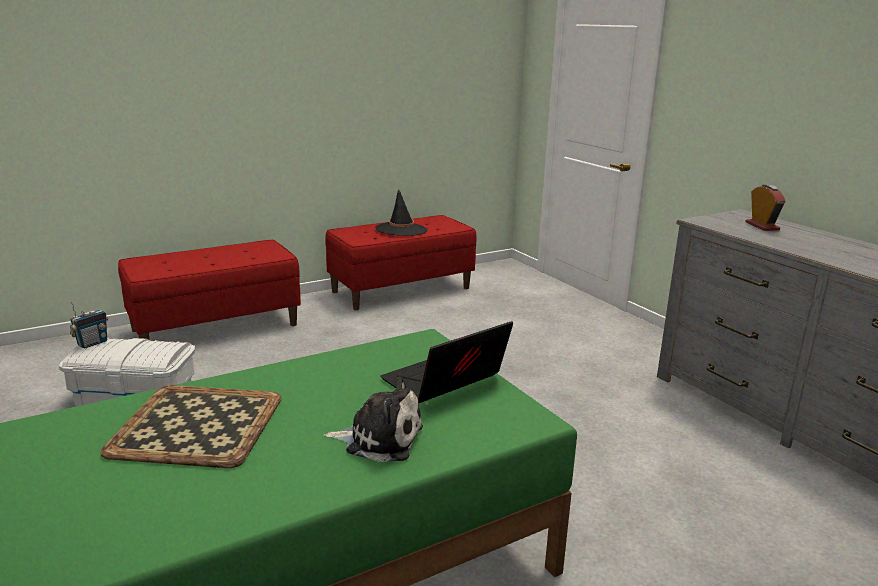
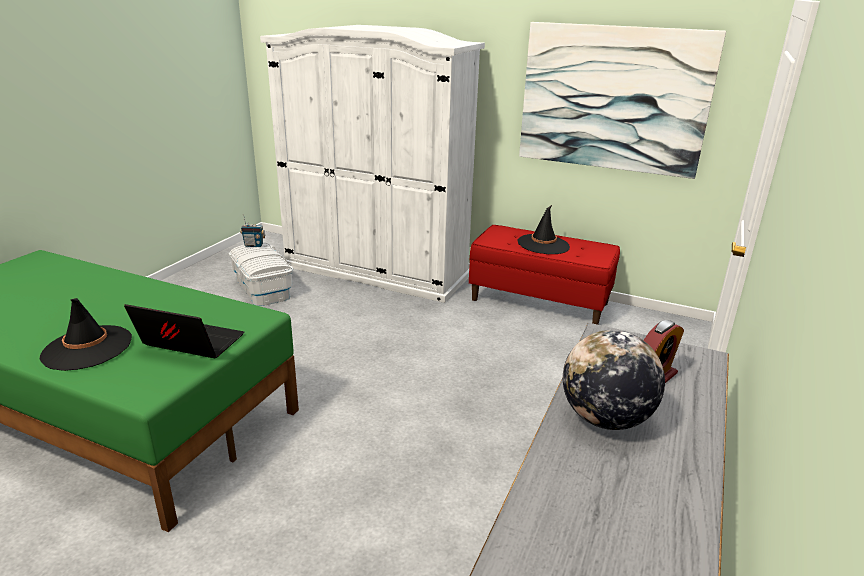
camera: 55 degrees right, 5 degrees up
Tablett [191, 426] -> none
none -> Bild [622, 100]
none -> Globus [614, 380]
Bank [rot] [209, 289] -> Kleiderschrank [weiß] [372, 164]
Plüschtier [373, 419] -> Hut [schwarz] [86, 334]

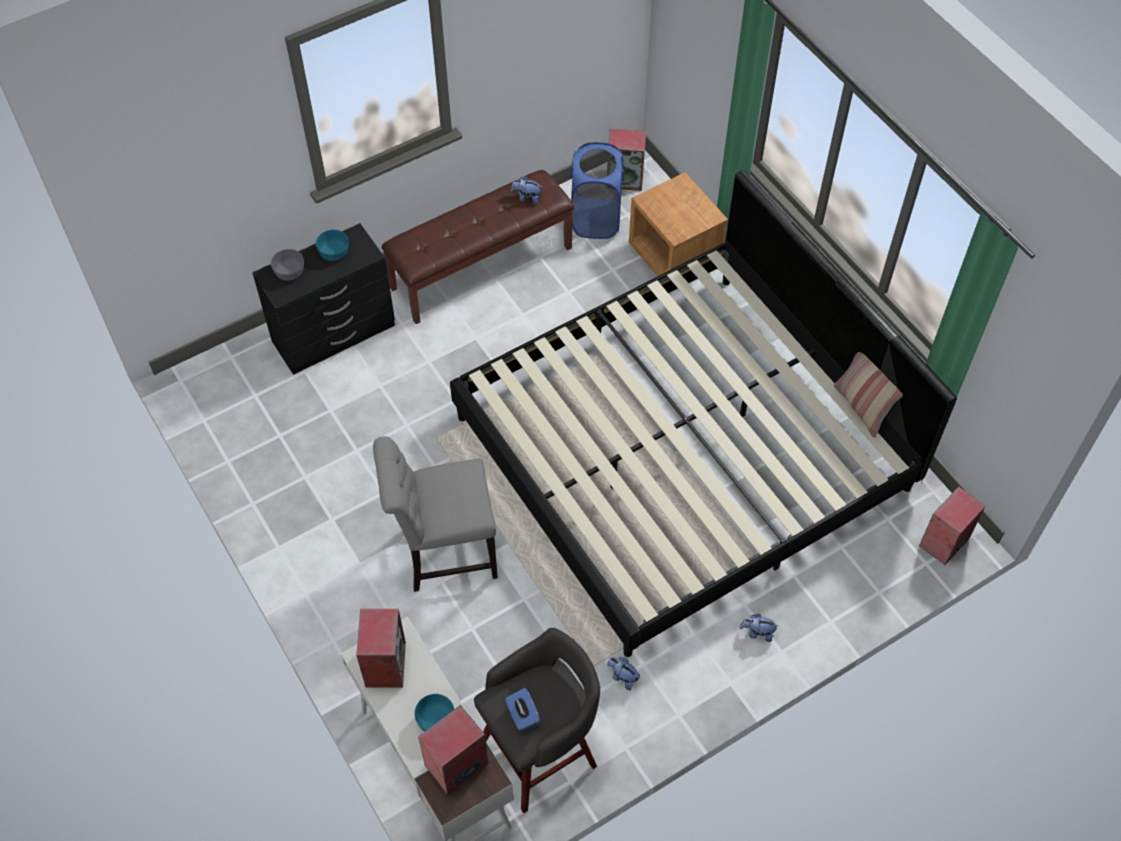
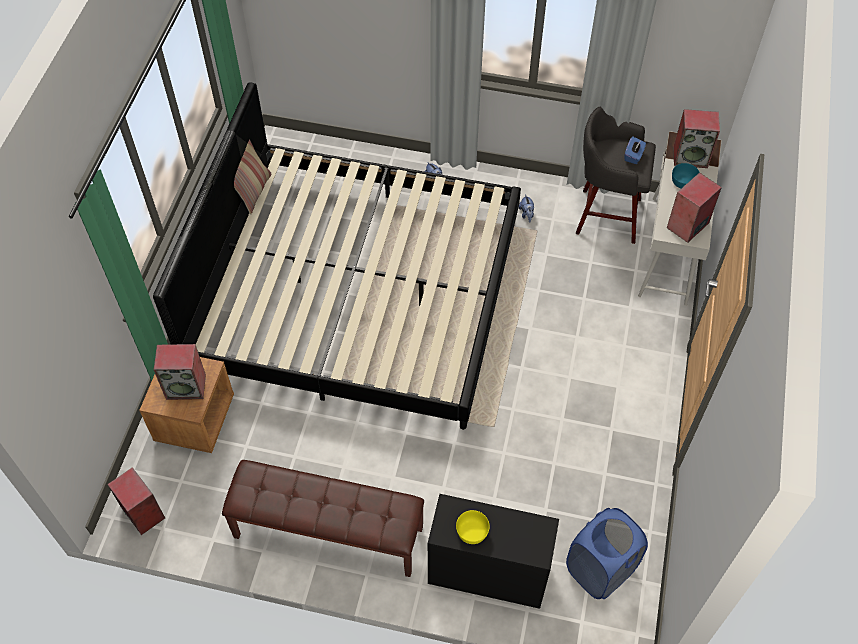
camera: 135 degrees left, 0 degrees up
Schüssel [grau] [287, 265] -> none
Stuhl [grau] [435, 514] -> none
Plüschtier [526, 190] -> none
Wäschekorb [blau] [597, 190] -> Wäschekorb [blau] [607, 553], moved
Lautsprecher [952, 525] -> Lautsprecher [179, 372], moved
Schüssel [türkis] [332, 245] -> Schüssel [gelb] [473, 527]

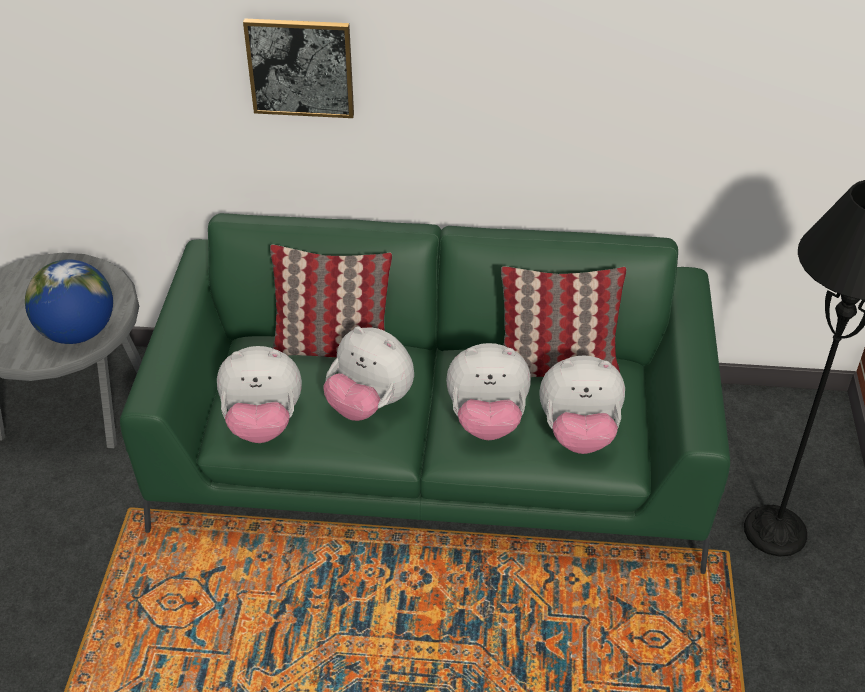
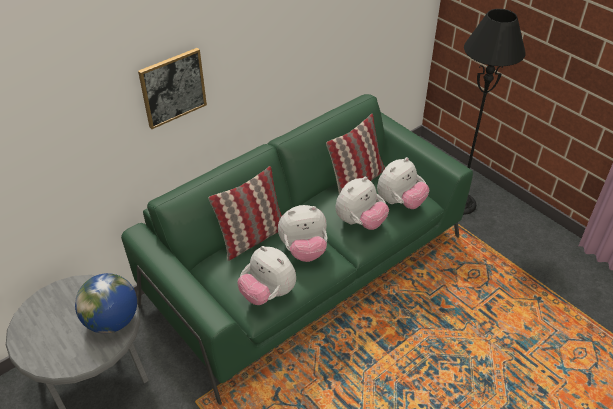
camera: 45 degrees left, 0 degrees up
Plüschtier [259, 394] -> Plüschtier [266, 275], 90 degrees clockwise

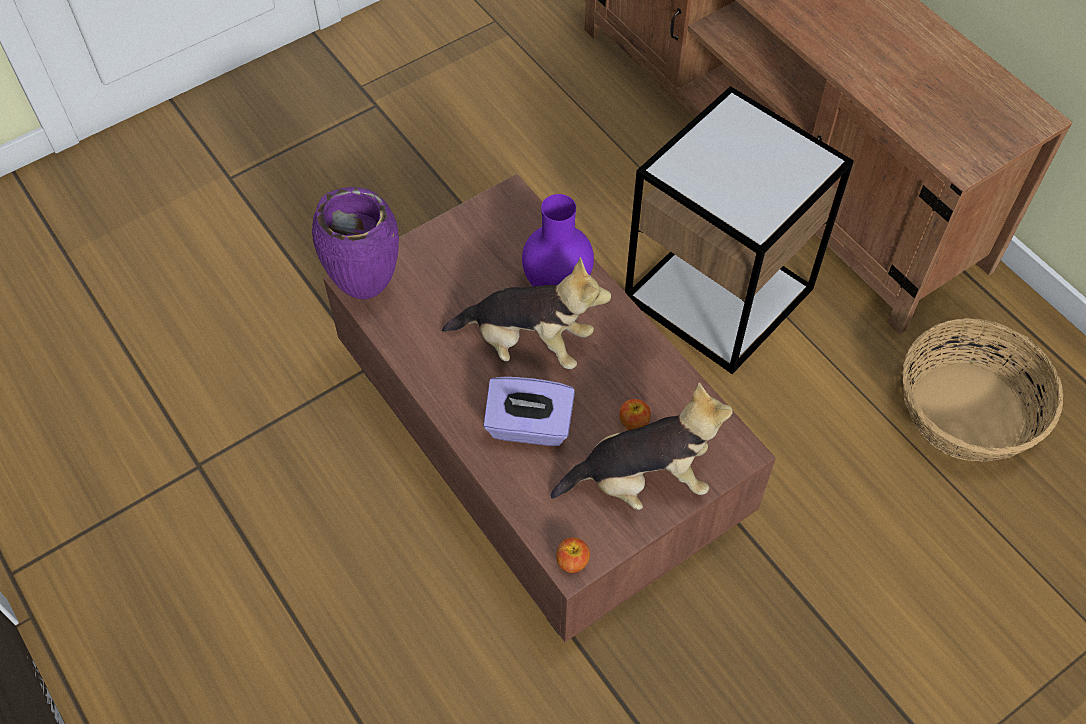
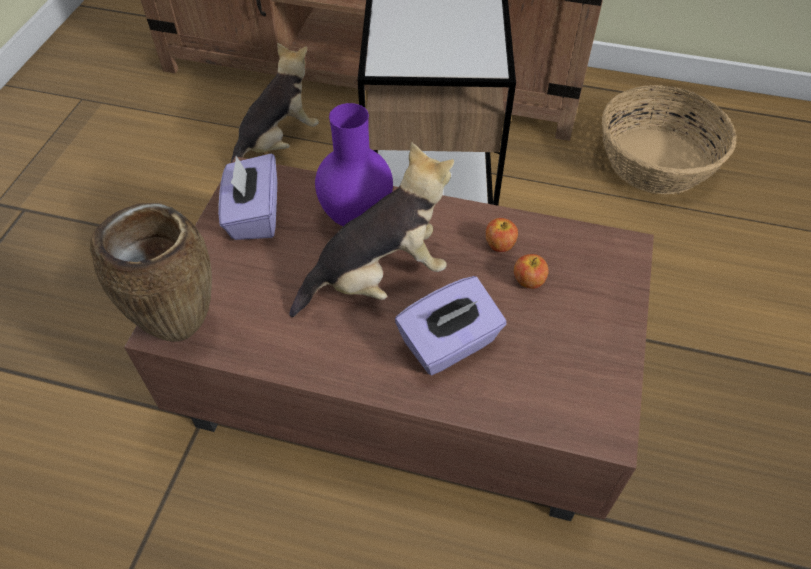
camera: 40 degrees left, 5 degrees down
none -> Taschentuchbox [lila] [247, 196]
Plüschtier [642, 446] -> Plüschtier [275, 103], moved
Apfel [573, 555] -> Apfel [502, 235], moved
Vase [lila] [355, 243] -> Vase [braun] [151, 272]

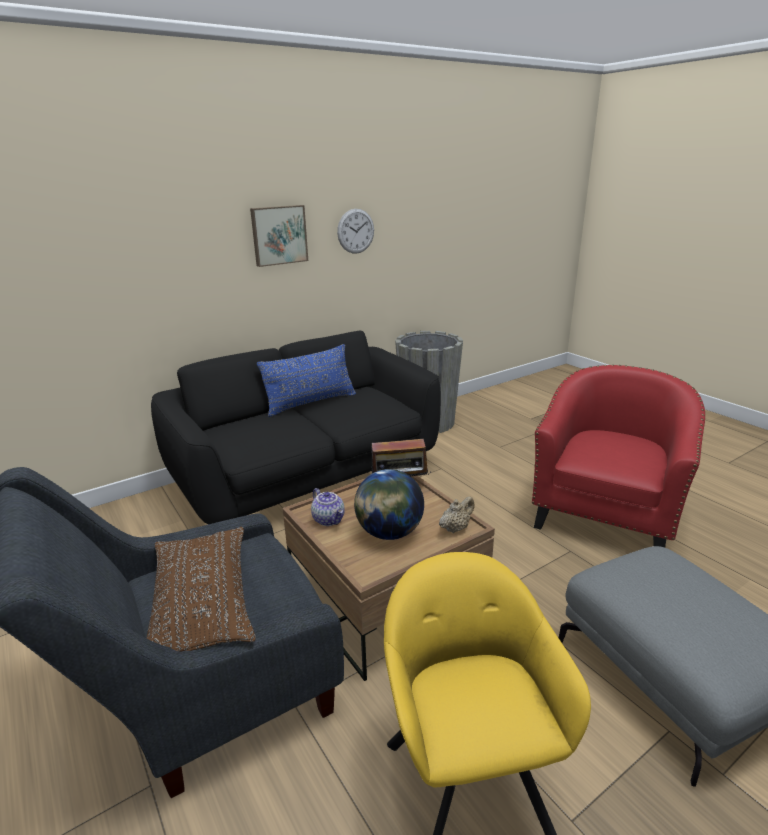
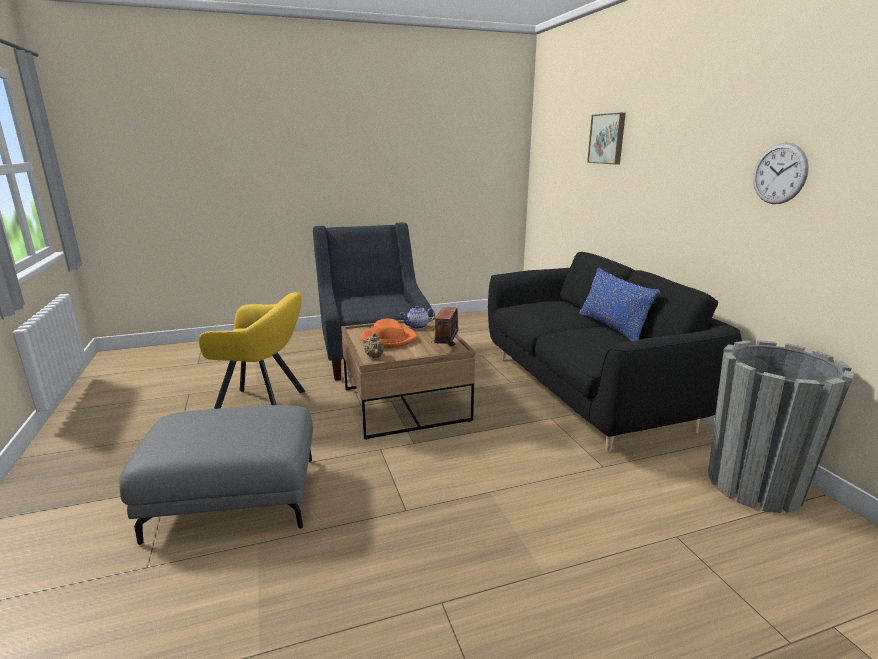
camera: 105 degrees right, 5 degrees down
Kissen [braun] [201, 589] -> none
Sessel [rot] [618, 456] -> none
Bild [279, 236] -> Bild [606, 138], moved
Globus [389, 504] -> Hut [orange] [389, 333]

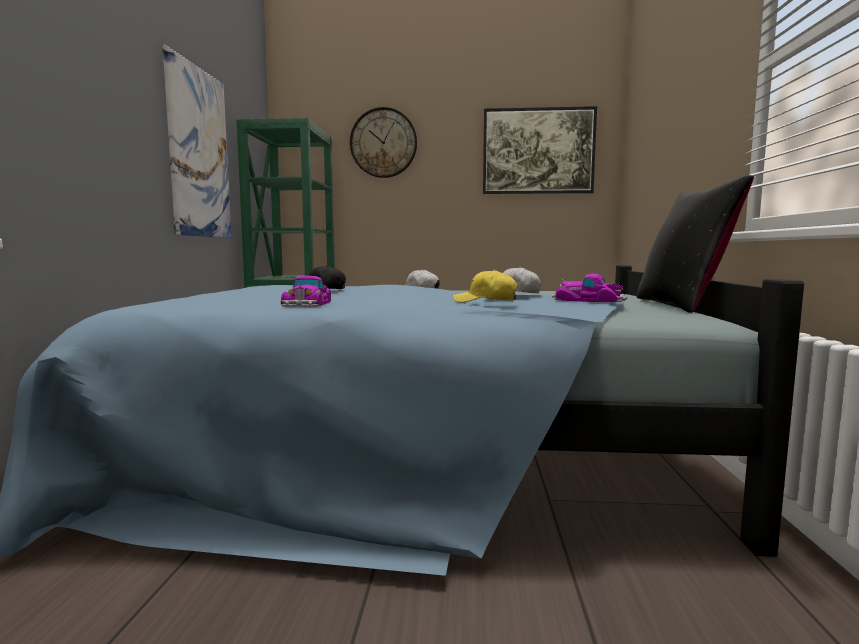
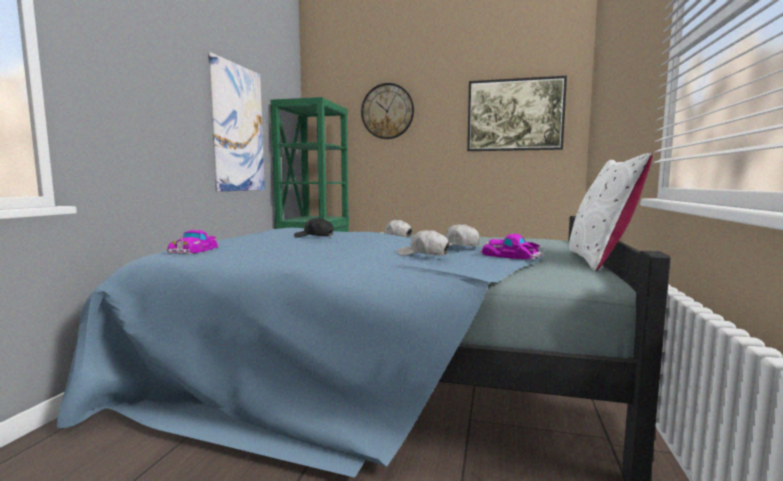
camera: 10 degrees right, 0 degrees up
Spielzeugauto [306, 291] -> Spielzeugauto [193, 242], moved
Kappe [gelb] [484, 285] -> Kappe [weiß] [423, 242]
Kissen [schwarz] [695, 244] -> Kissen [weiß] [611, 212]

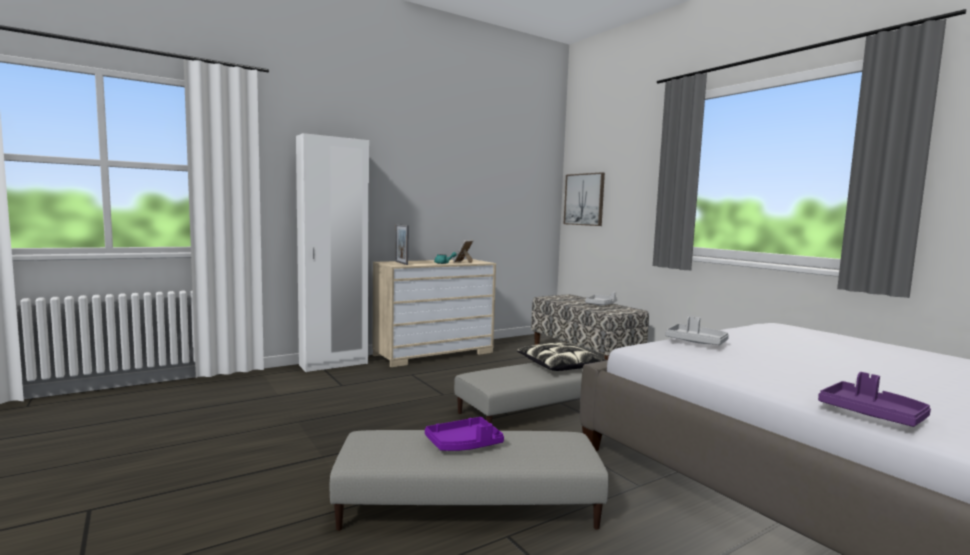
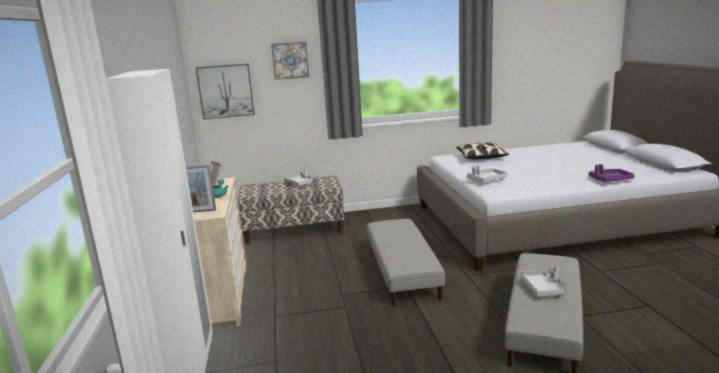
camera: 65 degrees left, 10 degrees up
none -> Bild [290, 60]
Kissen [561, 356] -> Kissen [482, 150], moved
Tablett [lila] [464, 434] -> Tablett [grau] [542, 281]

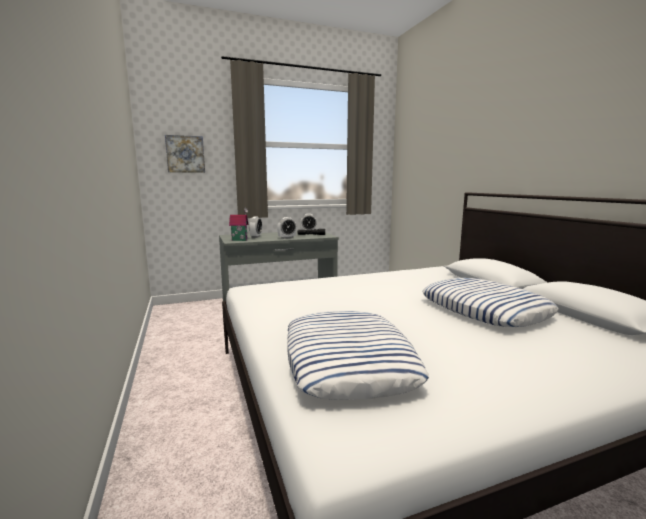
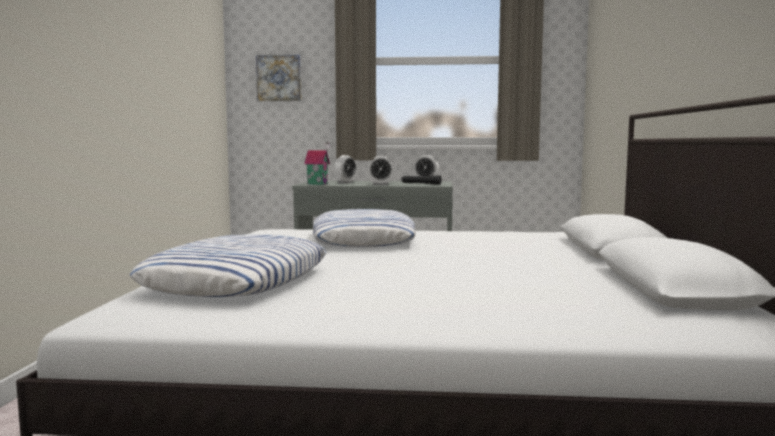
camera: 25 degrees right, 5 degrees down
Kissen [490, 302] -> Kissen [364, 228], moved

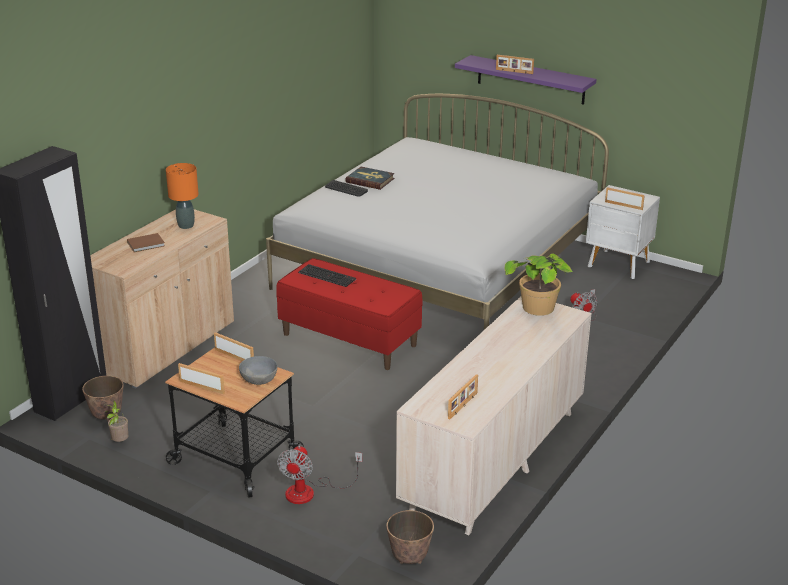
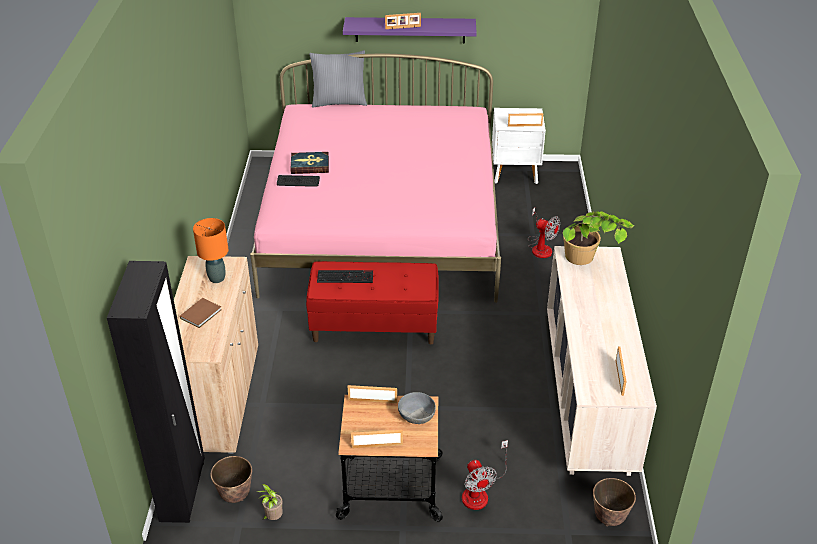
camera: 30 degrees left, 10 degrees up
none -> Kissen [grau] [338, 79]
Bett [weiß] [437, 212] -> Bett [rosa] [375, 178]

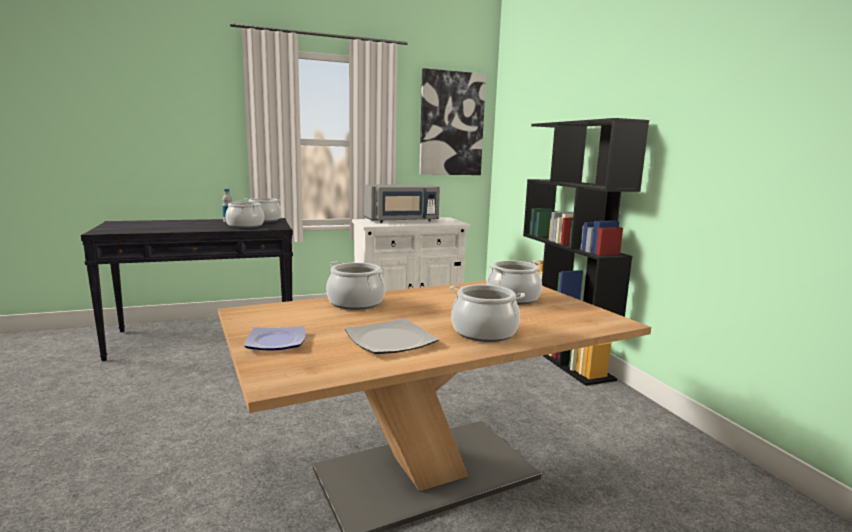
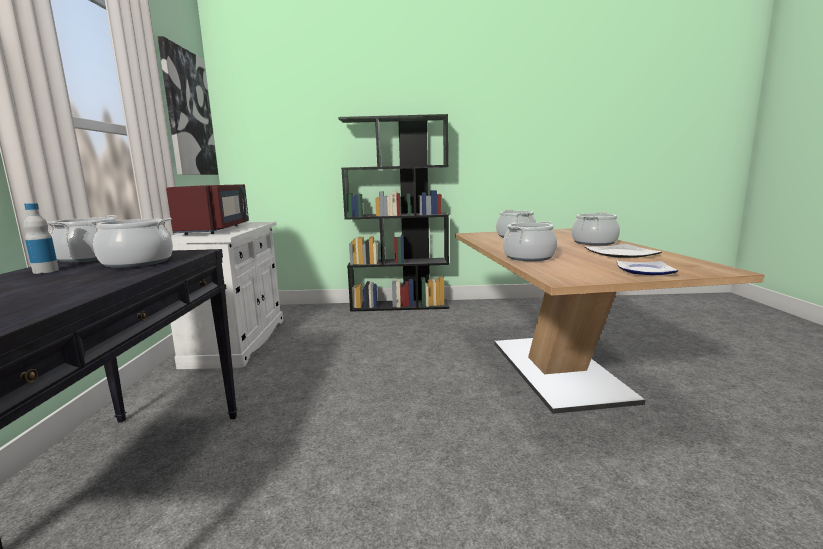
camera: 70 degrees left, 0 degrees up
Mikrowelle [grau] [402, 204] -> Mikrowelle [rot] [207, 209]

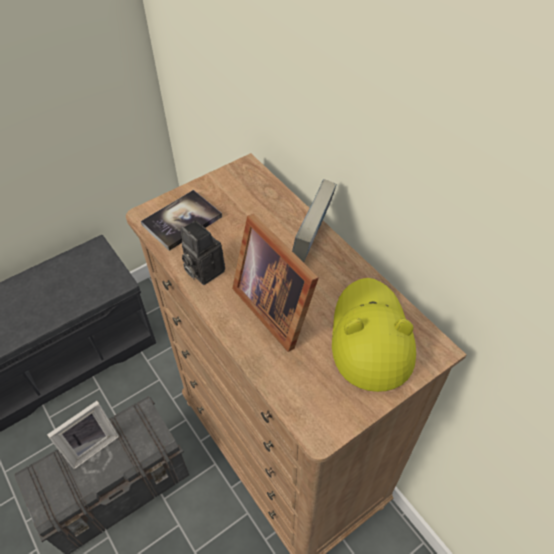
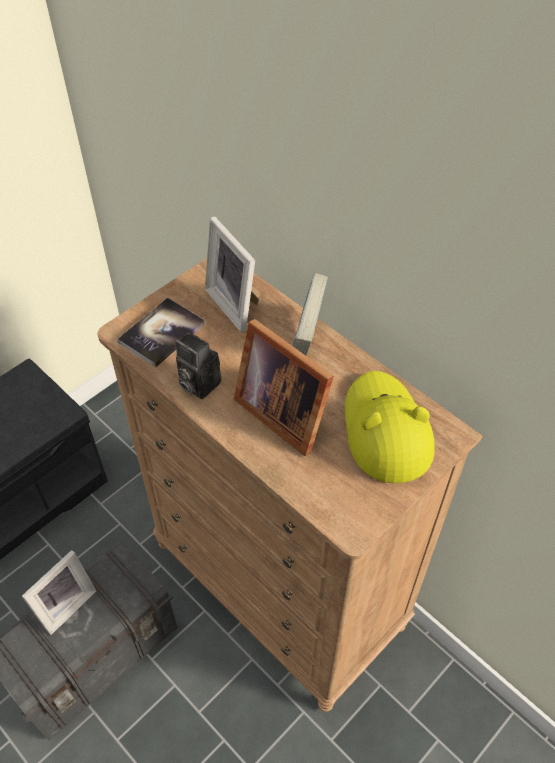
camera: 10 degrees left, 0 degrees up
none -> Bilderrahmen [232, 275]

